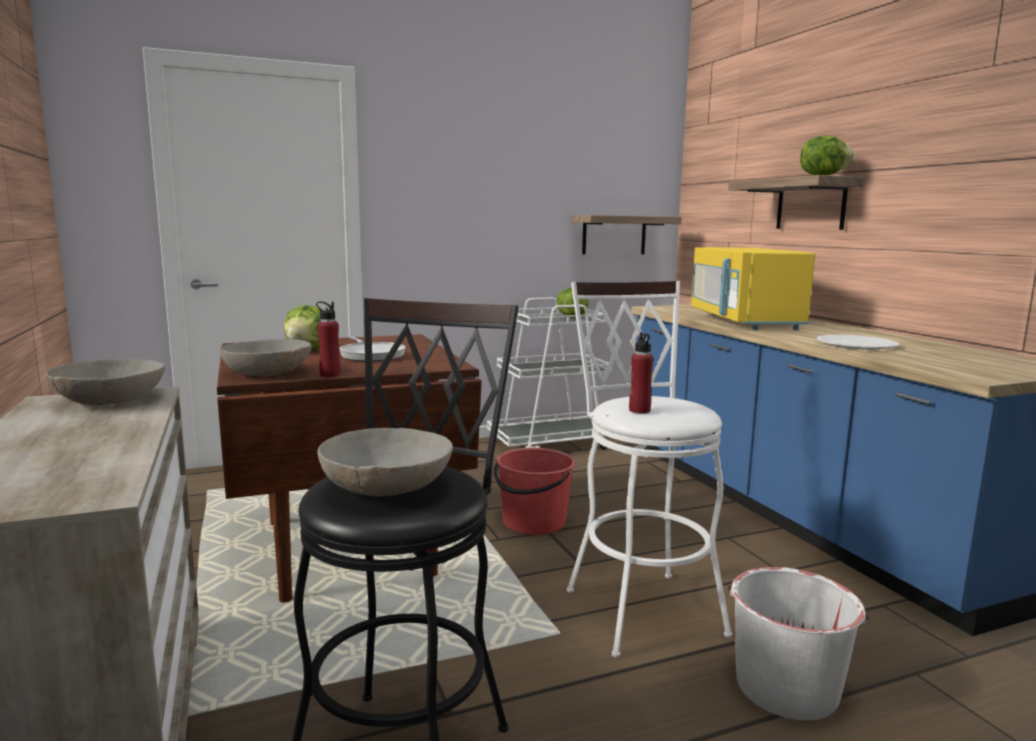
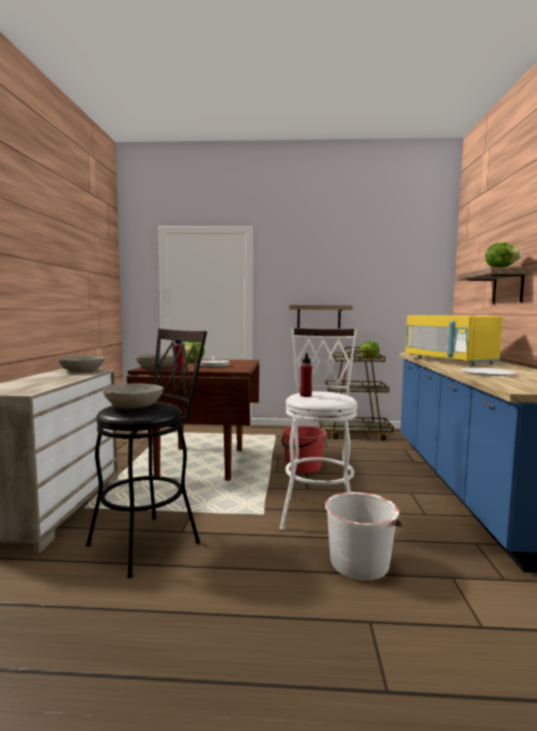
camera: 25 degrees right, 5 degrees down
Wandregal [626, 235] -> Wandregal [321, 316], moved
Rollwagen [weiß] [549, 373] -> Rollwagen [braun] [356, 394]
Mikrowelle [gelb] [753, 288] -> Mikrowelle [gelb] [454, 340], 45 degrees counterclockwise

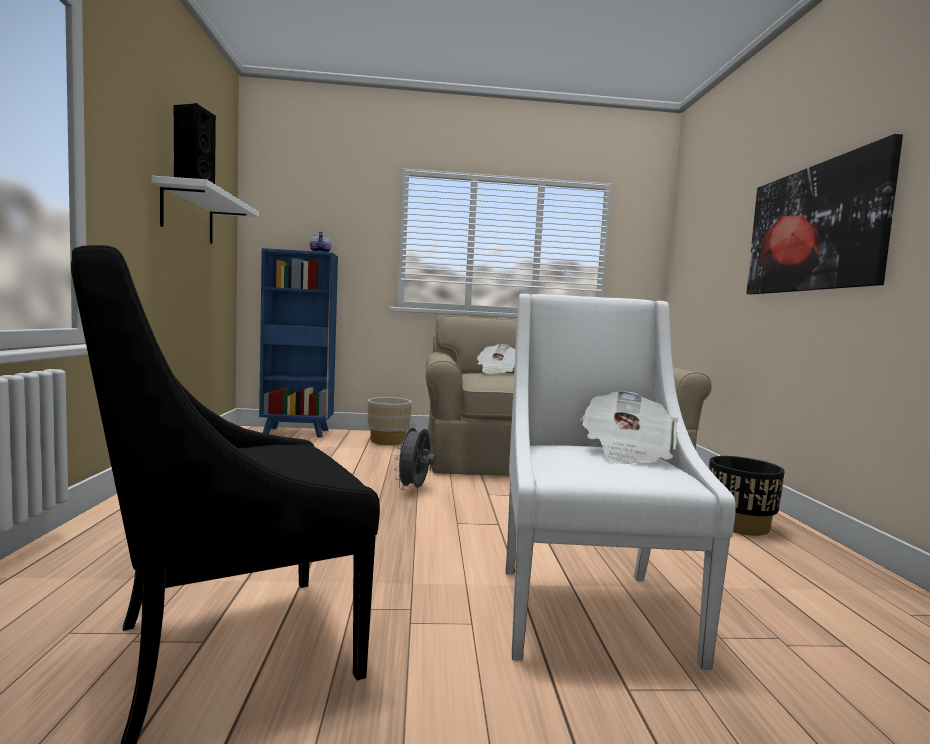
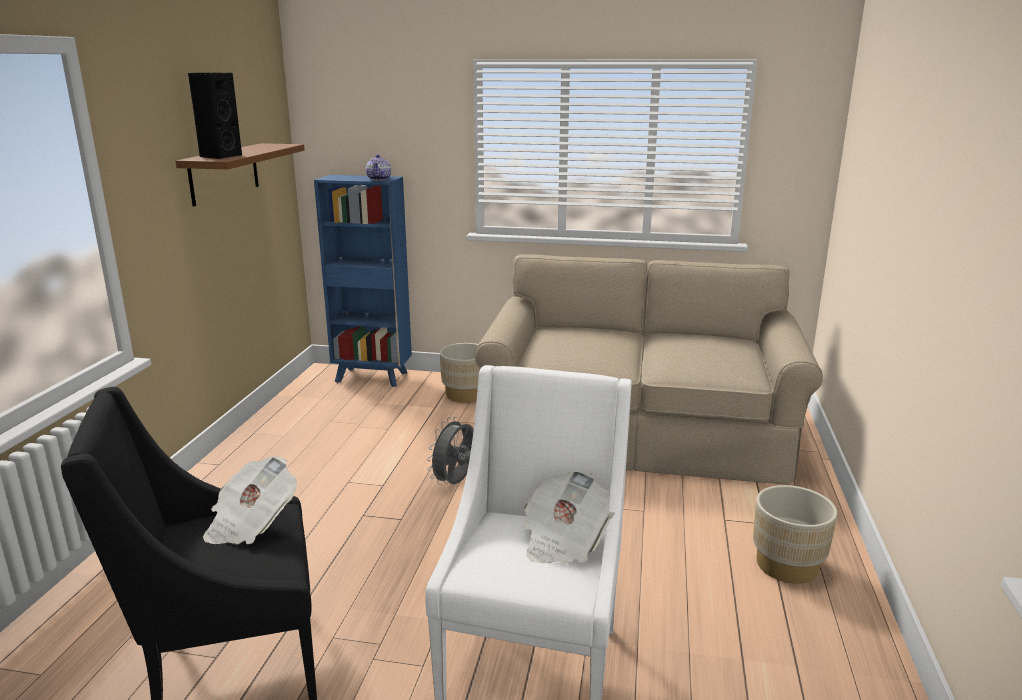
camera: 15 degrees right, 15 degrees up
Bild [824, 214] -> none
Zeitung [496, 359] -> Zeitung [250, 500], moved
Wandregal [weiß] [205, 210] -> Wandregal [braun] [240, 174]
Pflanzkübel [schwarz] [747, 496] -> Pflanzkübel [beige] [795, 534]

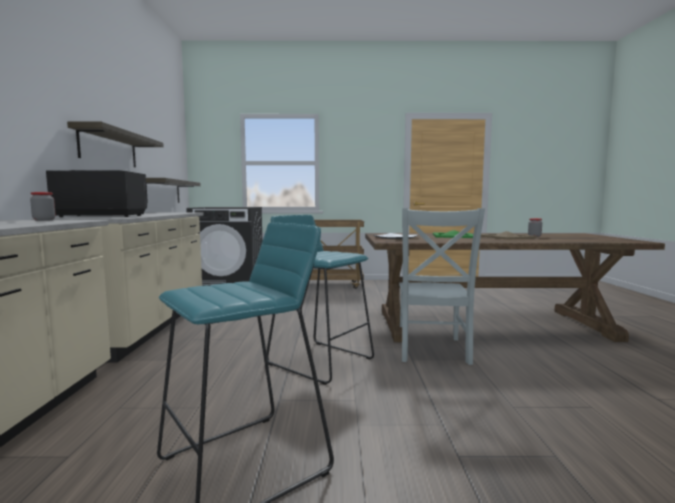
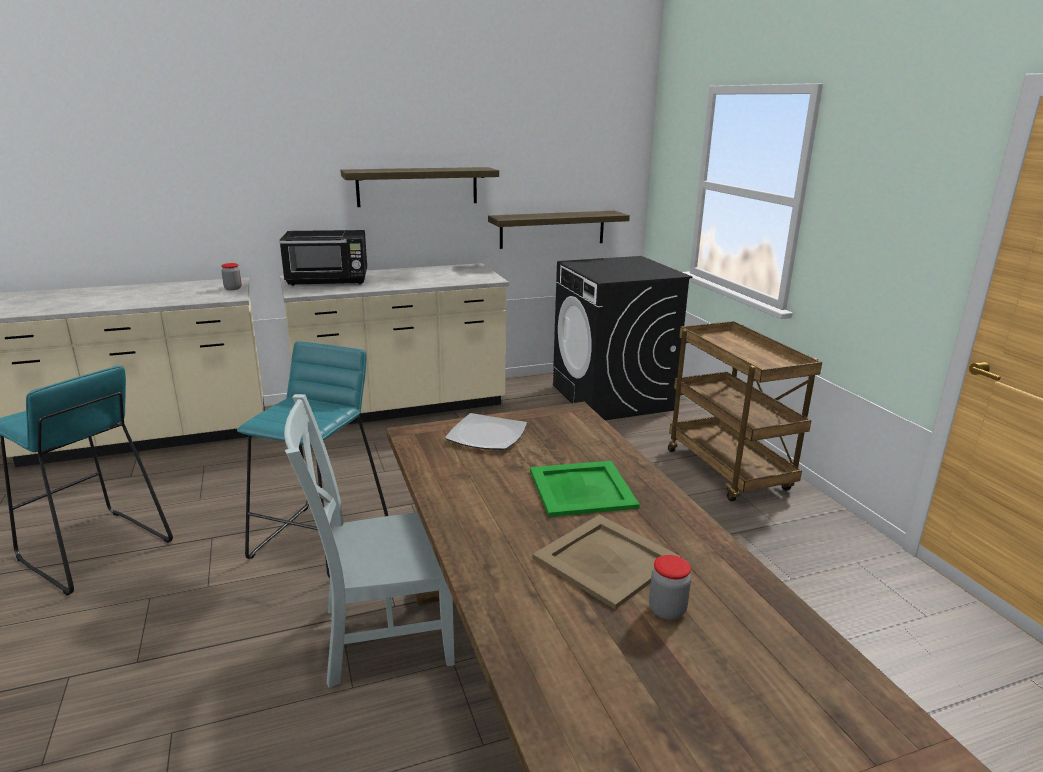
camera: 70 degrees right, 15 degrees up
Mikrowelle [schwarz] [97, 193] -> Mikrowelle [schwarz] [323, 258], 105 degrees clockwise

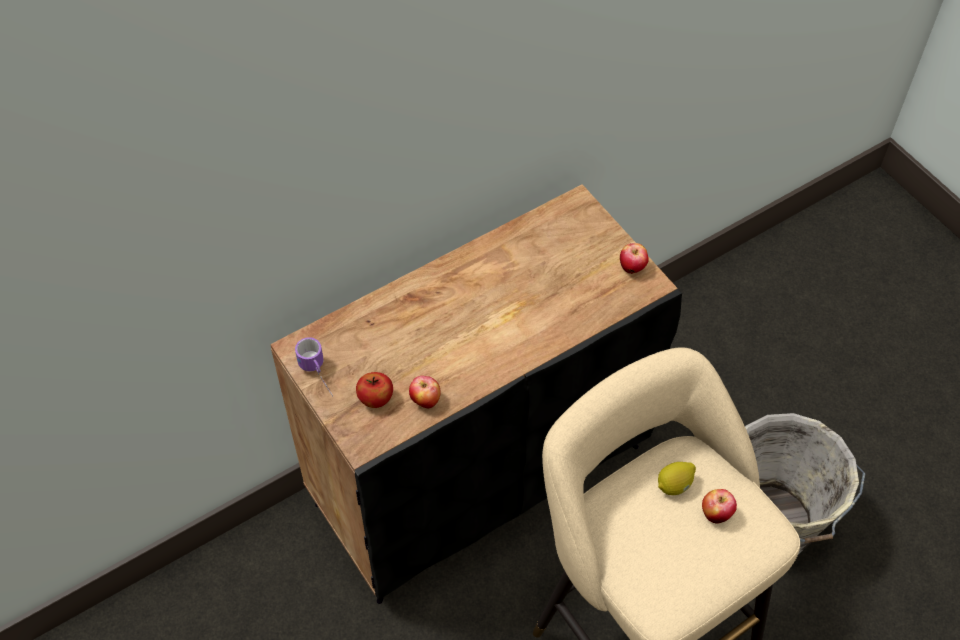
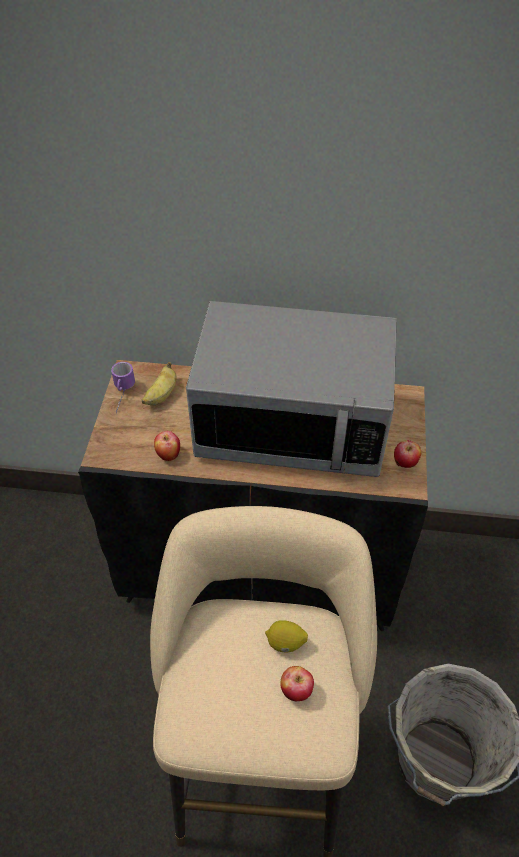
camera: 40 degrees right, 5 degrees down
Apfel [374, 390] -> none
none -> Banane [158, 384]
none -> Mikrowelle [291, 389]

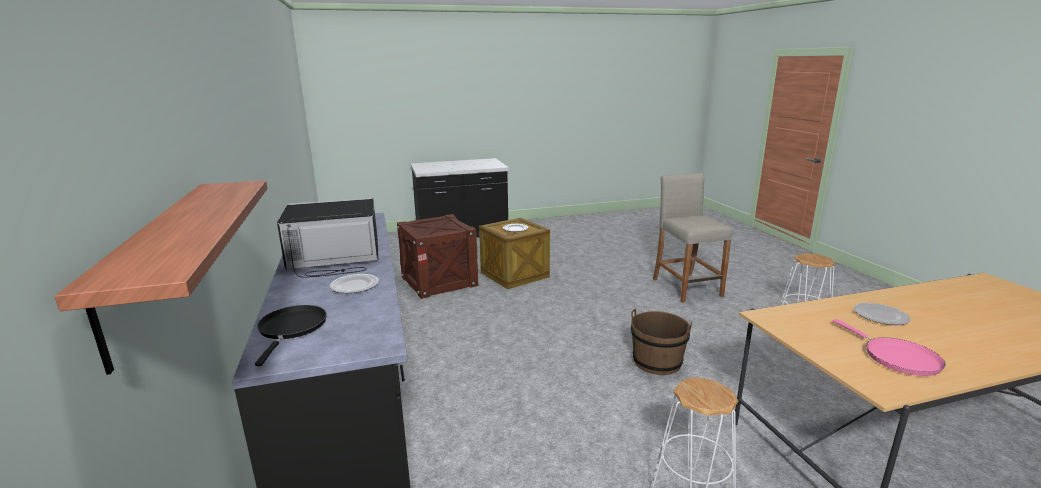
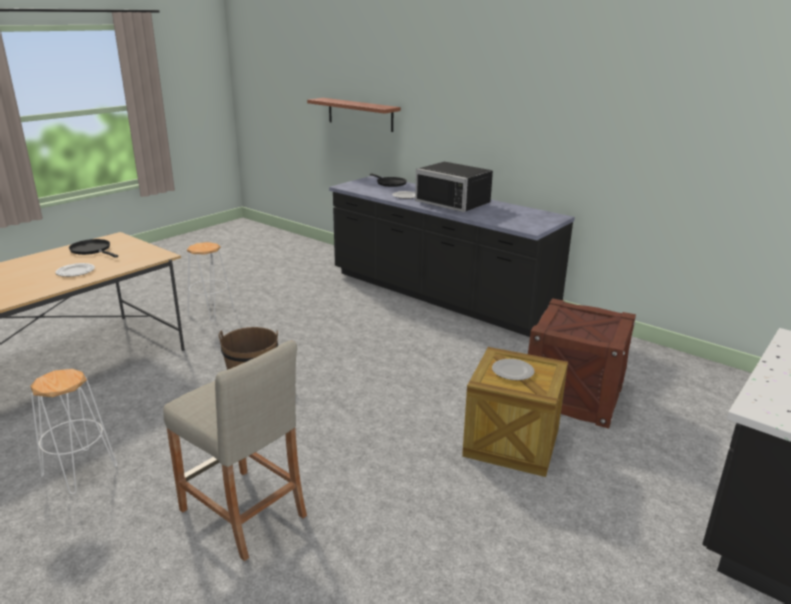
camera: 145 degrees right, 5 degrees up
Pfanne [rosa] [889, 347] -> Pfanne [schwarz] [93, 248]
Mikrowelle [schwarz] [328, 238] -> Mikrowelle [schwarz] [454, 187], 90 degrees clockwise

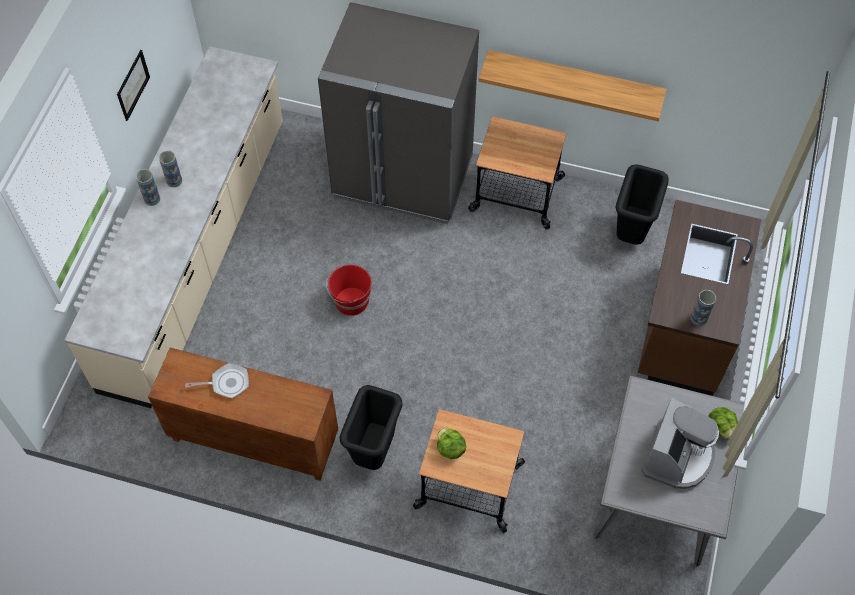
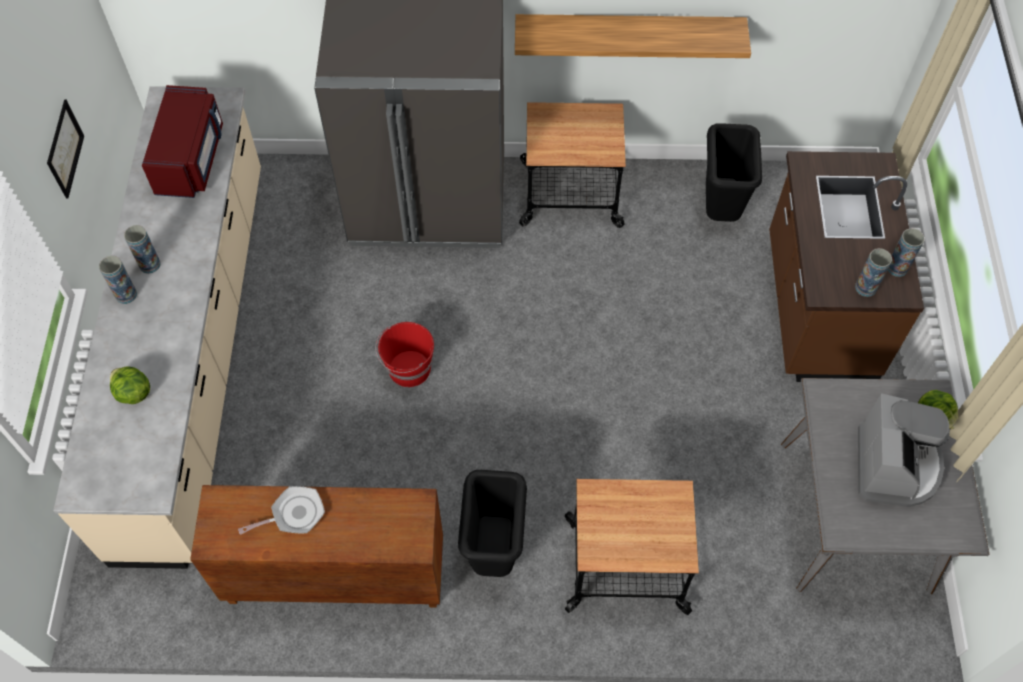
camera: 15 degrees left, 0 degrees up
none -> Mikrowelle [rot] [182, 141]
none -> Vase [906, 252]
Salatkopf [451, 443] -> Salatkopf [130, 385], moved

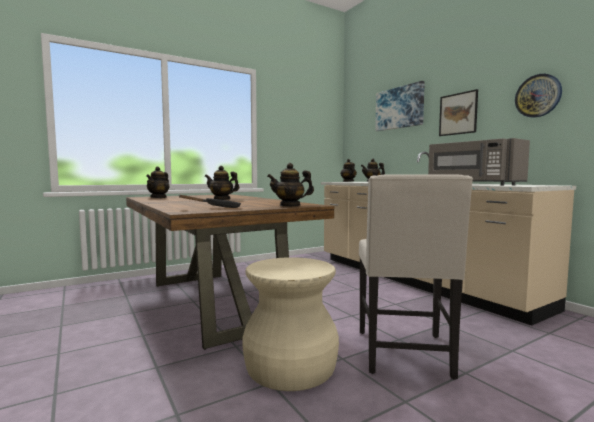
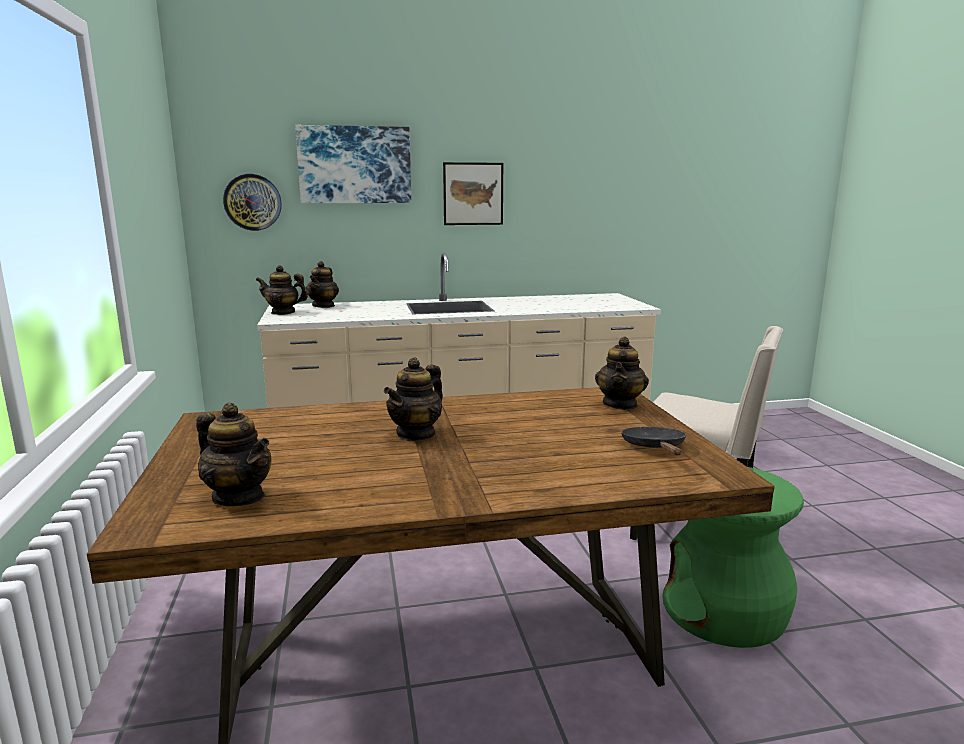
camera: 70 degrees left, 10 degrees up
Mikrowelle [grau] [479, 162] -> none
Wanduhr [538, 96] -> Wanduhr [252, 202], moved
Hocker [beige] [290, 324] -> Hocker [grün] [733, 557]

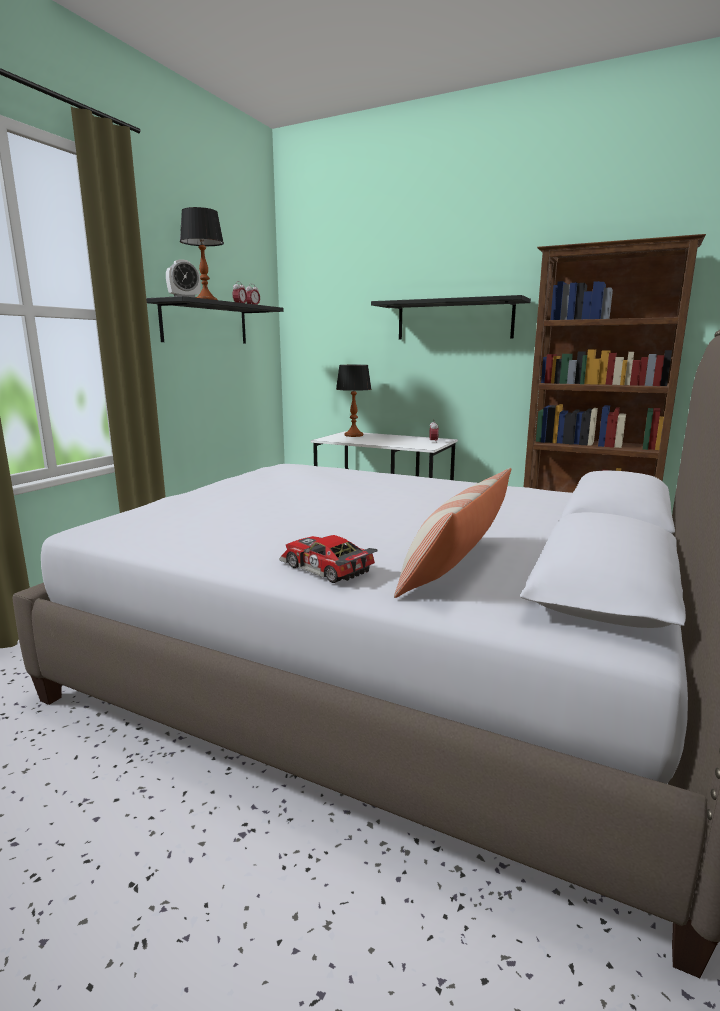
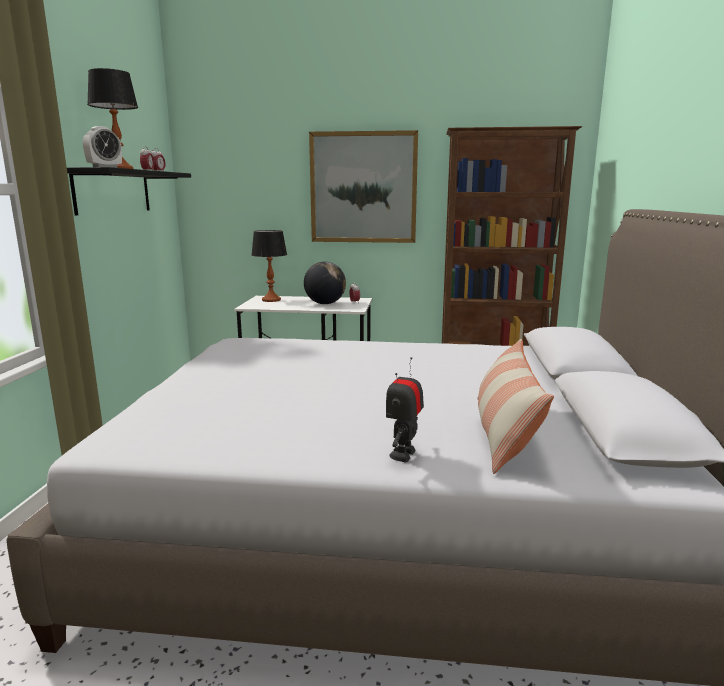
camera: 20 degrees left, 0 degrees up
none -> Globus [325, 283]
Spielzeugauto [328, 559] -> Spielzeugroboter [405, 409]
Wandregal [schwarz] [451, 317] -> Bild [363, 186]

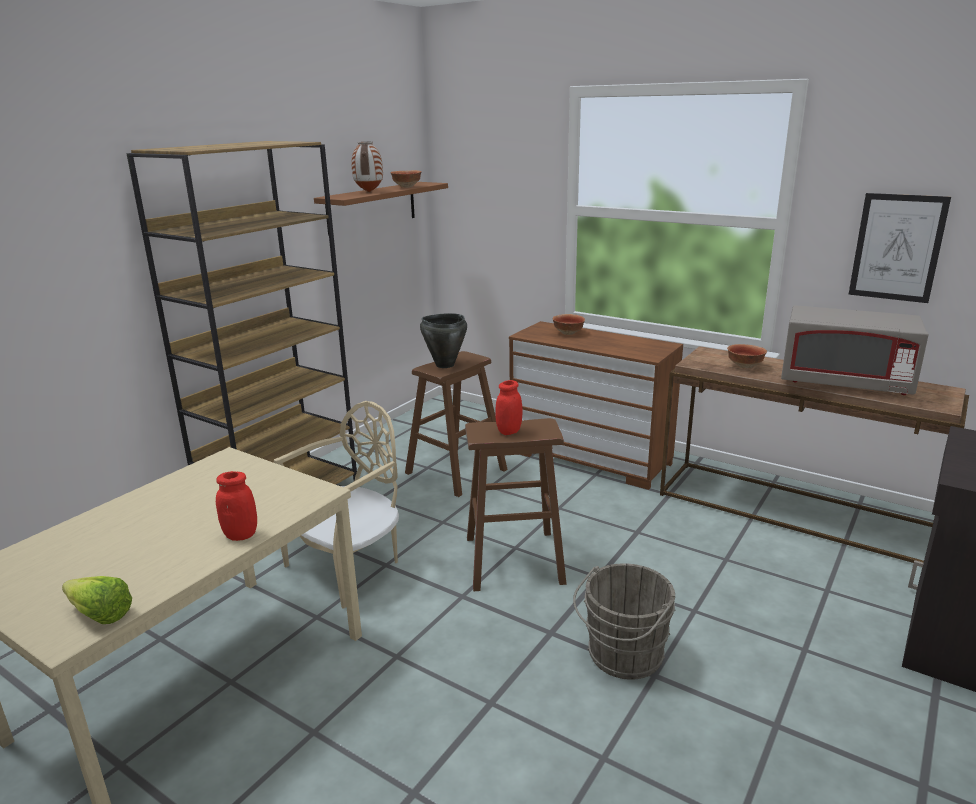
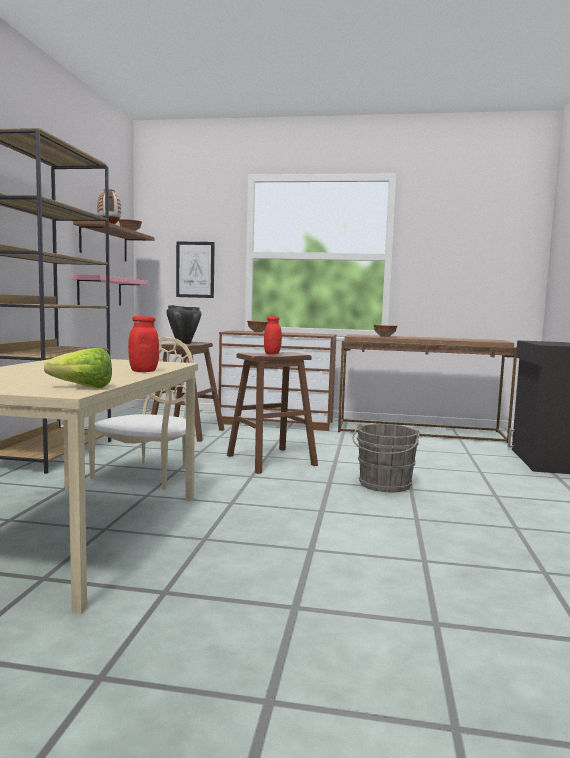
camera: 25 degrees left, 15 degrees down
Mikrowelle [grau] [855, 350] -> none
none -> Wandregal [rosa] [109, 290]
Bild [899, 248] -> Bild [195, 270], moved

